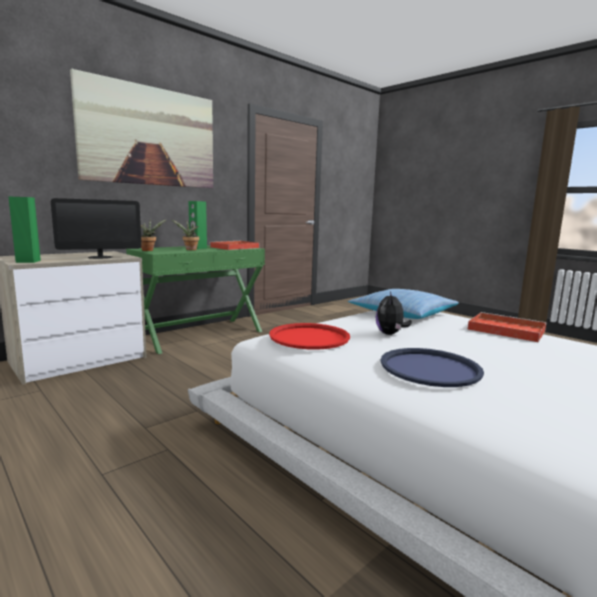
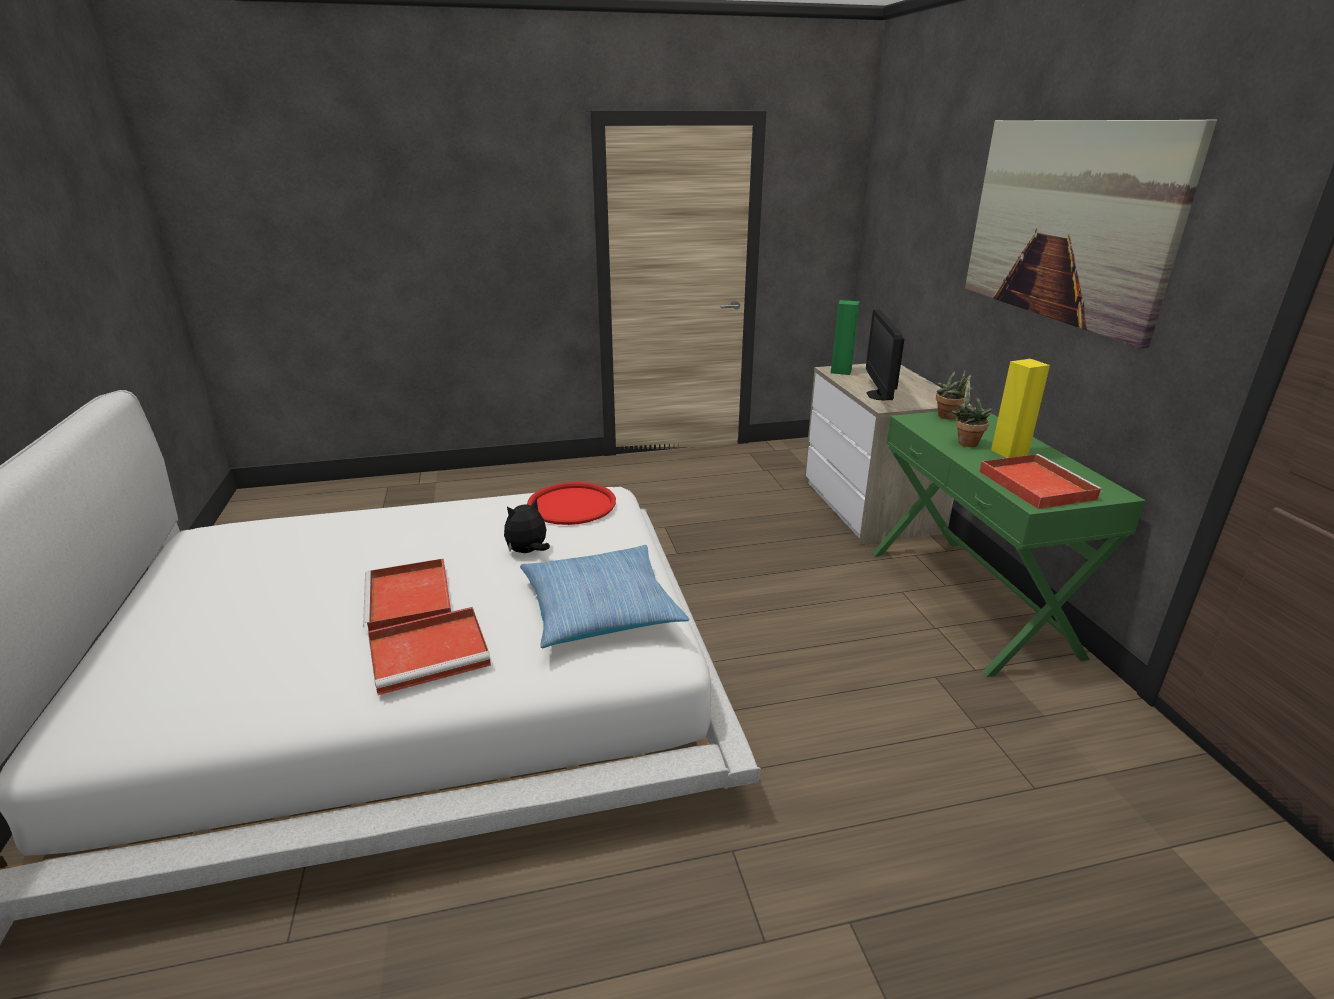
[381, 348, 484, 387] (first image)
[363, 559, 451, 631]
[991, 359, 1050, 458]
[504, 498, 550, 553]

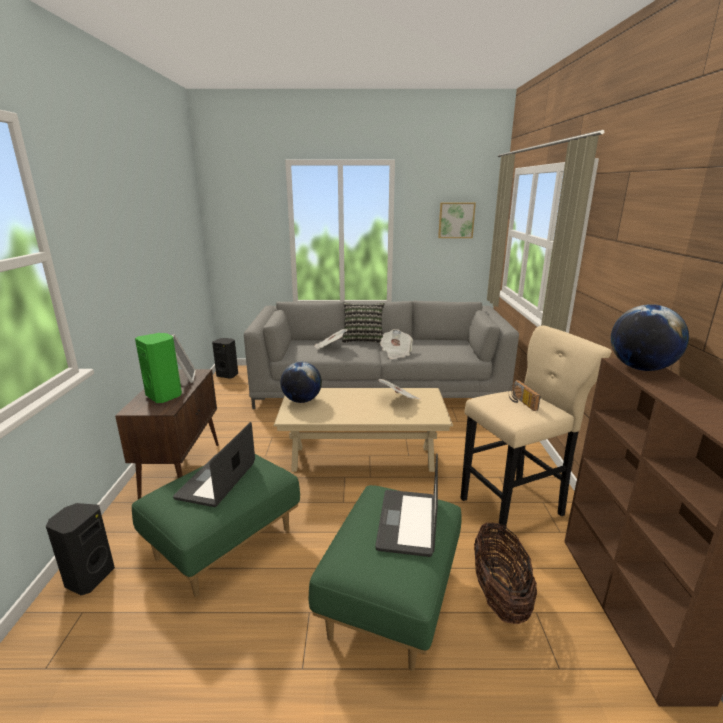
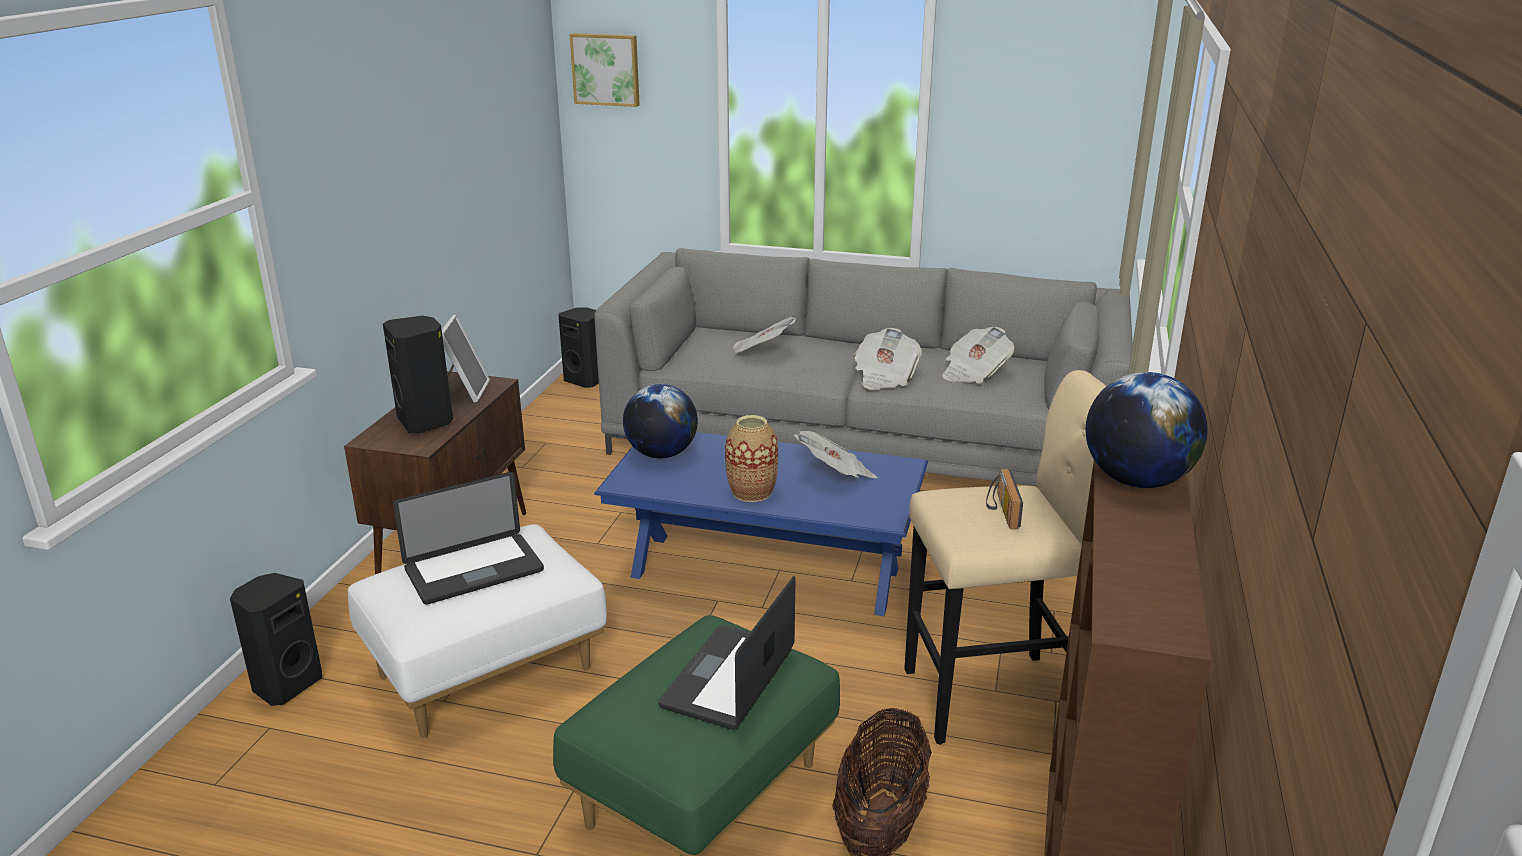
[342, 303, 385, 343] (first image)
[725, 415, 778, 502]
[942, 327, 1014, 383]
[569, 33, 640, 107]
[348, 524, 607, 738]
[383, 316, 453, 434]
[594, 432, 928, 616]
[393, 472, 544, 604]

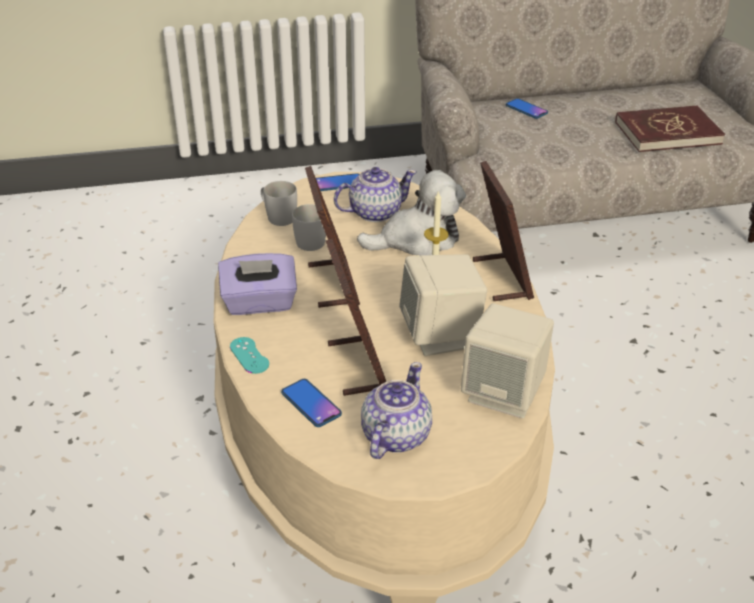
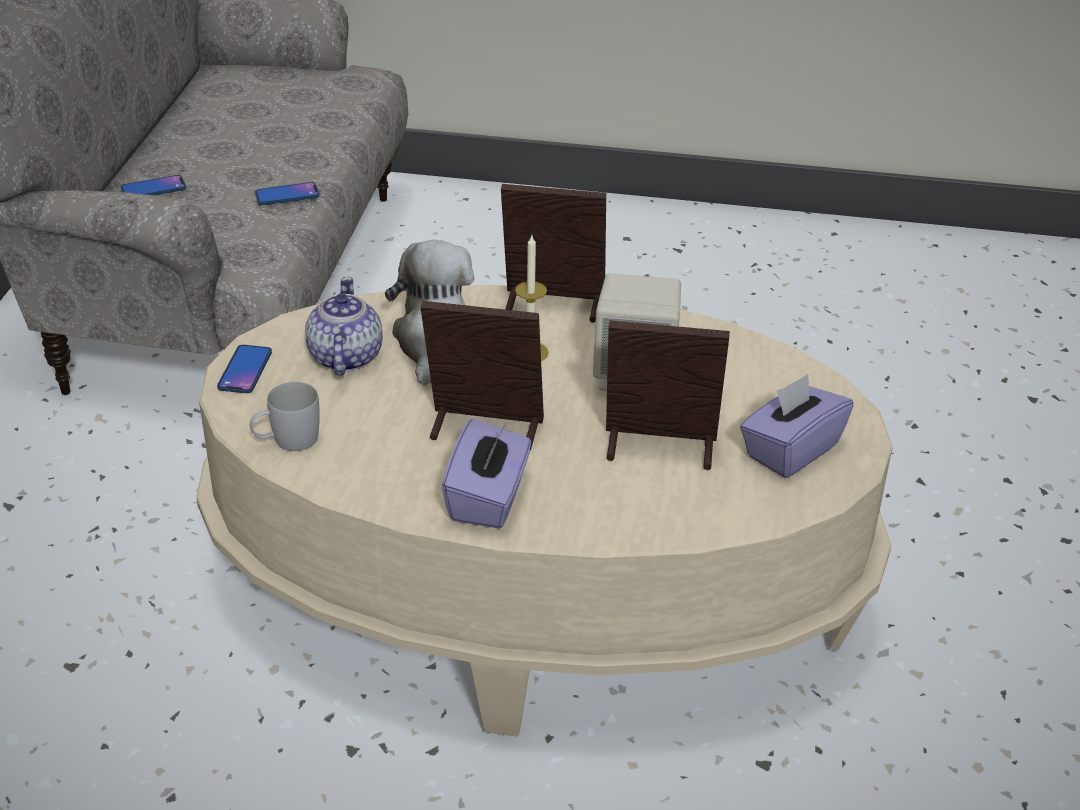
[230, 337, 269, 374] (first image)
[292, 204, 326, 251] (first image)
[461, 303, 554, 419] (first image)
[615, 105, 725, 152] (first image)
[255, 182, 320, 205]
[740, 374, 854, 478]

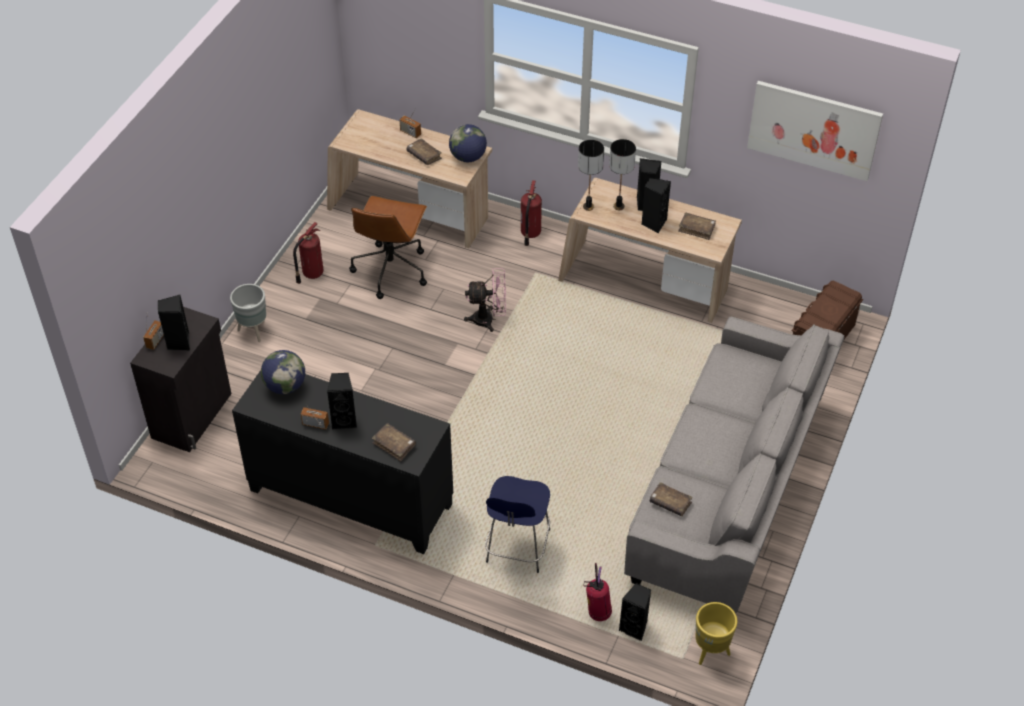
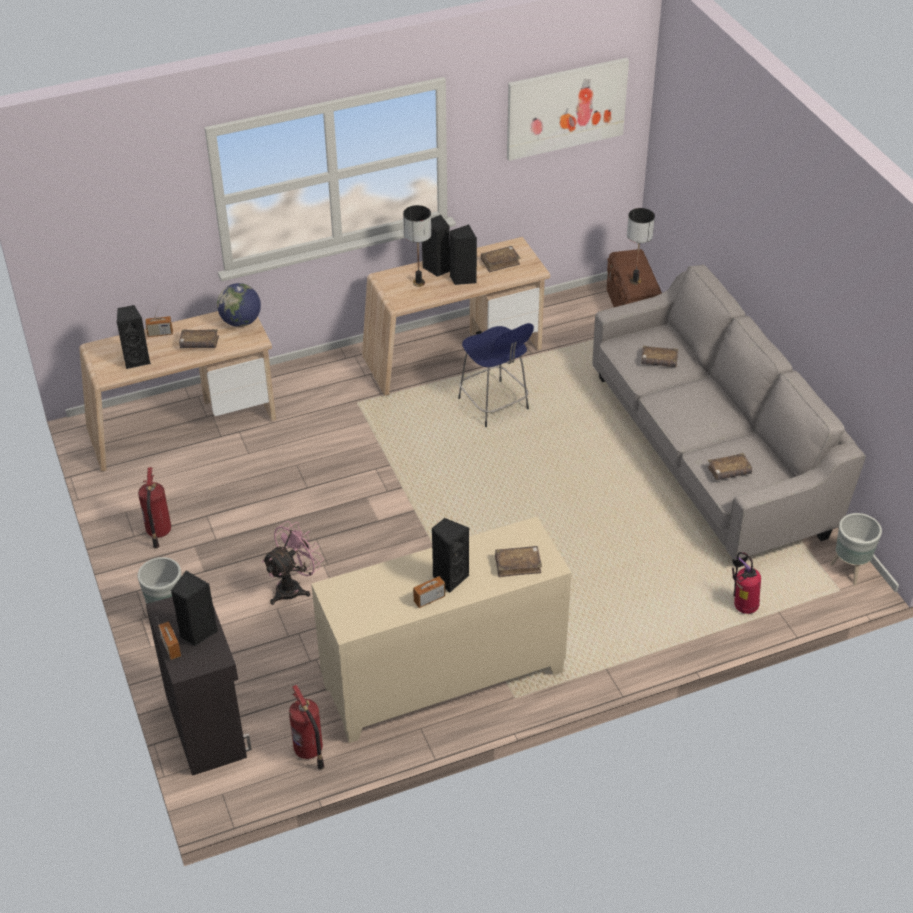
[261, 350, 305, 394] (first image)
[349, 196, 427, 299] (first image)
[641, 346, 678, 367]
[262, 521, 324, 605]
[458, 323, 534, 427]
[289, 685, 324, 770]
[627, 208, 655, 285]
[117, 305, 151, 369]
[311, 517, 572, 743]
[830, 513, 882, 585]

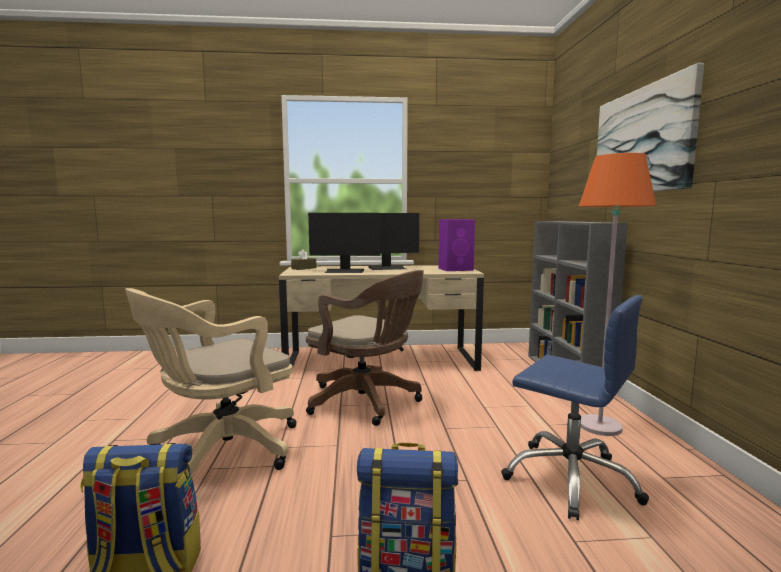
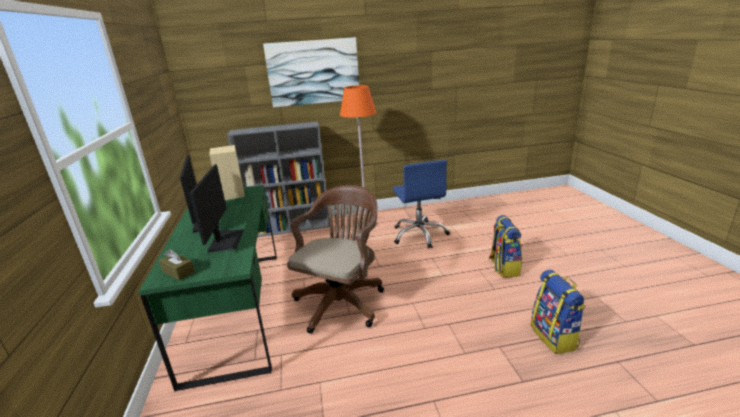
[125, 288, 296, 474] (first image)
[139, 185, 277, 392]
[209, 145, 245, 200]
[393, 160, 450, 249]

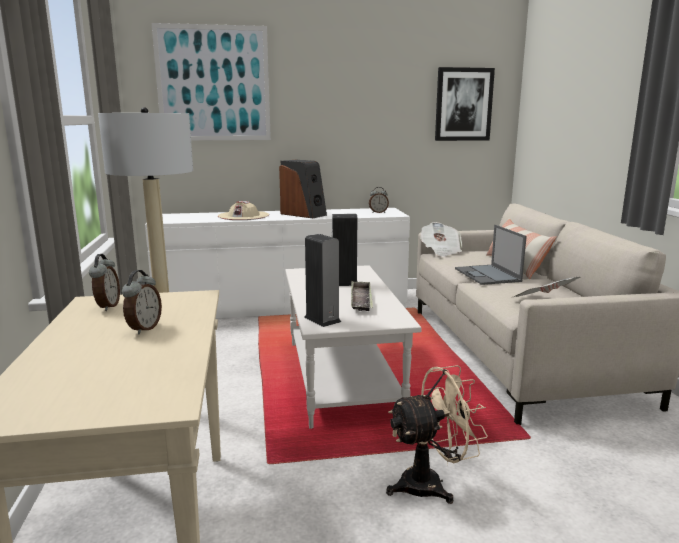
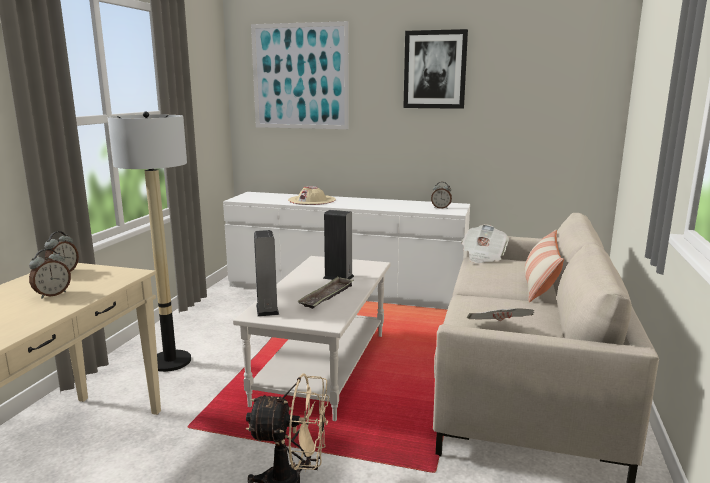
[279, 160, 327, 218] (first image)
[455, 225, 527, 285] (first image)
[403, 29, 468, 109]

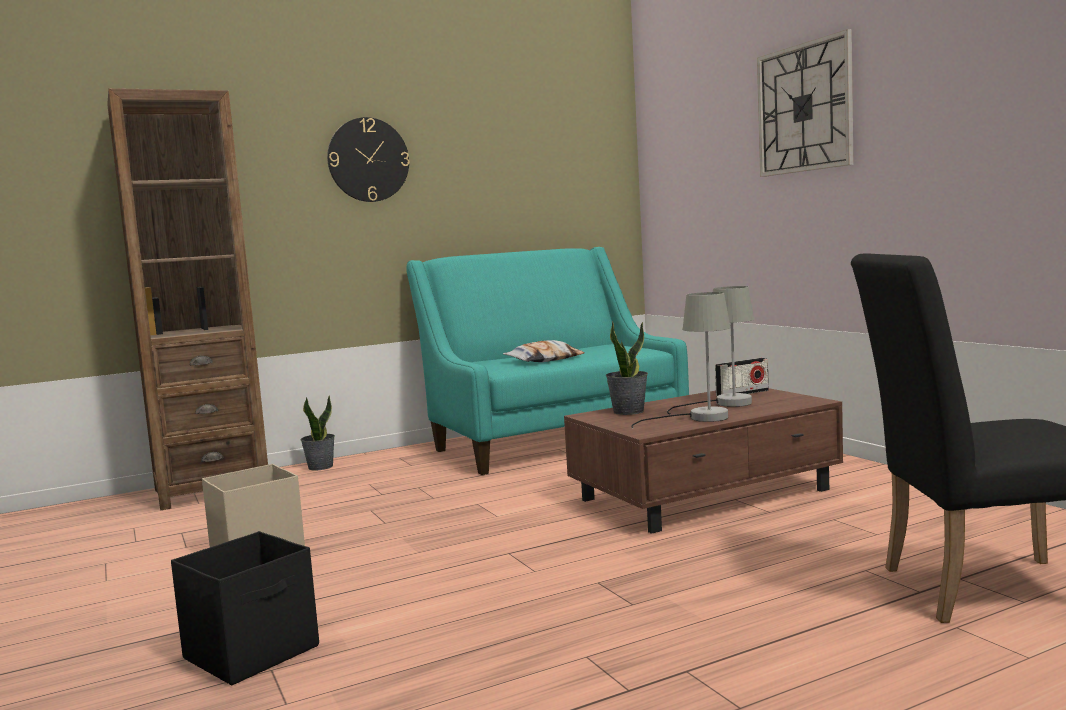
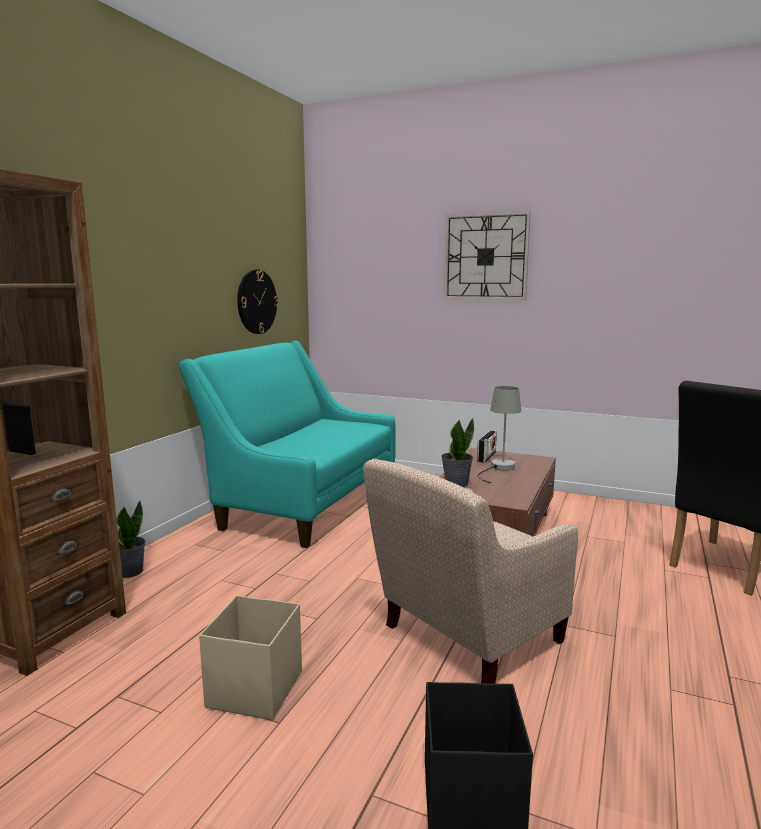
[503, 340, 585, 362] (first image)
[631, 292, 730, 428] (first image)
[363, 459, 578, 684]
[237, 269, 279, 334]

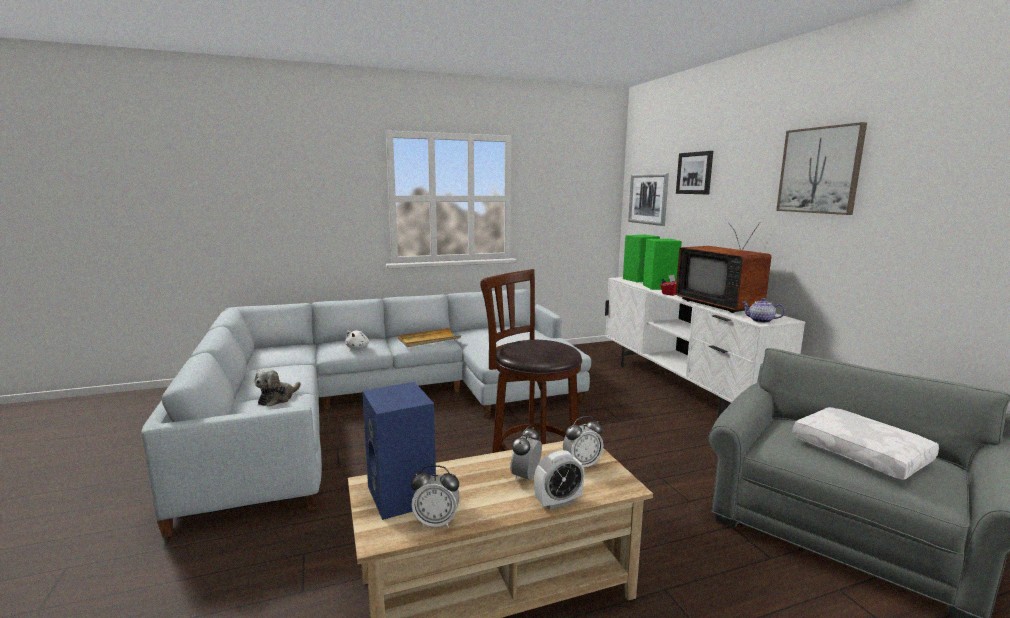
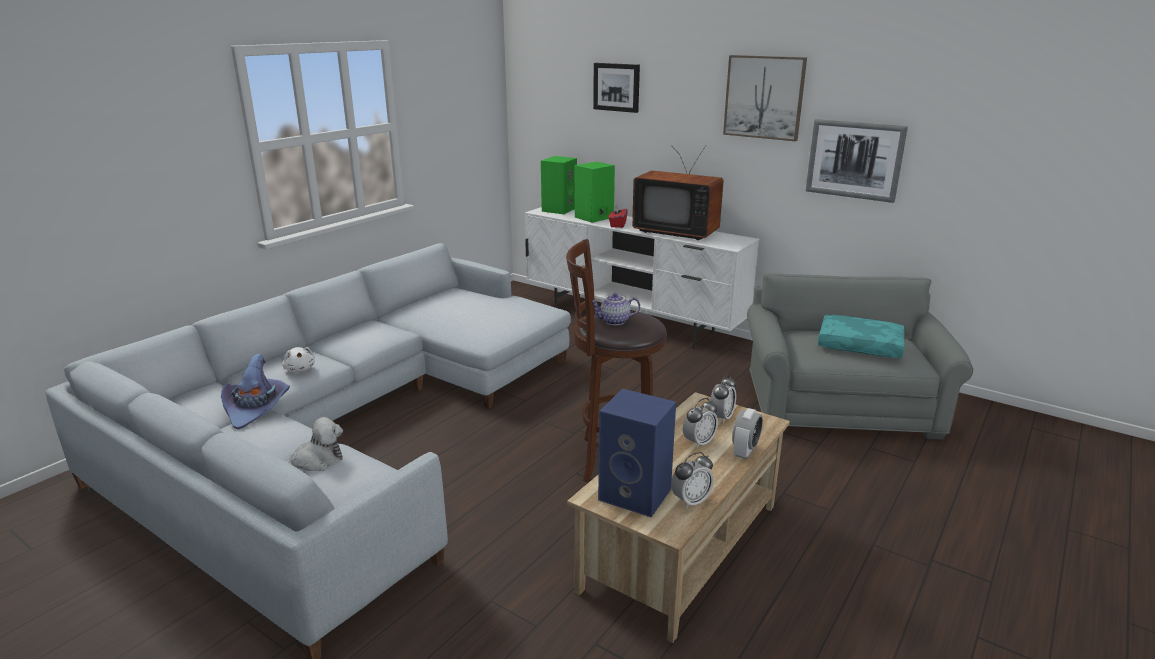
[398, 328, 461, 347] (first image)
[221, 354, 290, 429]
[806, 119, 908, 203]
[593, 293, 640, 325]
[818, 315, 905, 358]
[286, 417, 343, 471]
[683, 398, 718, 449]

